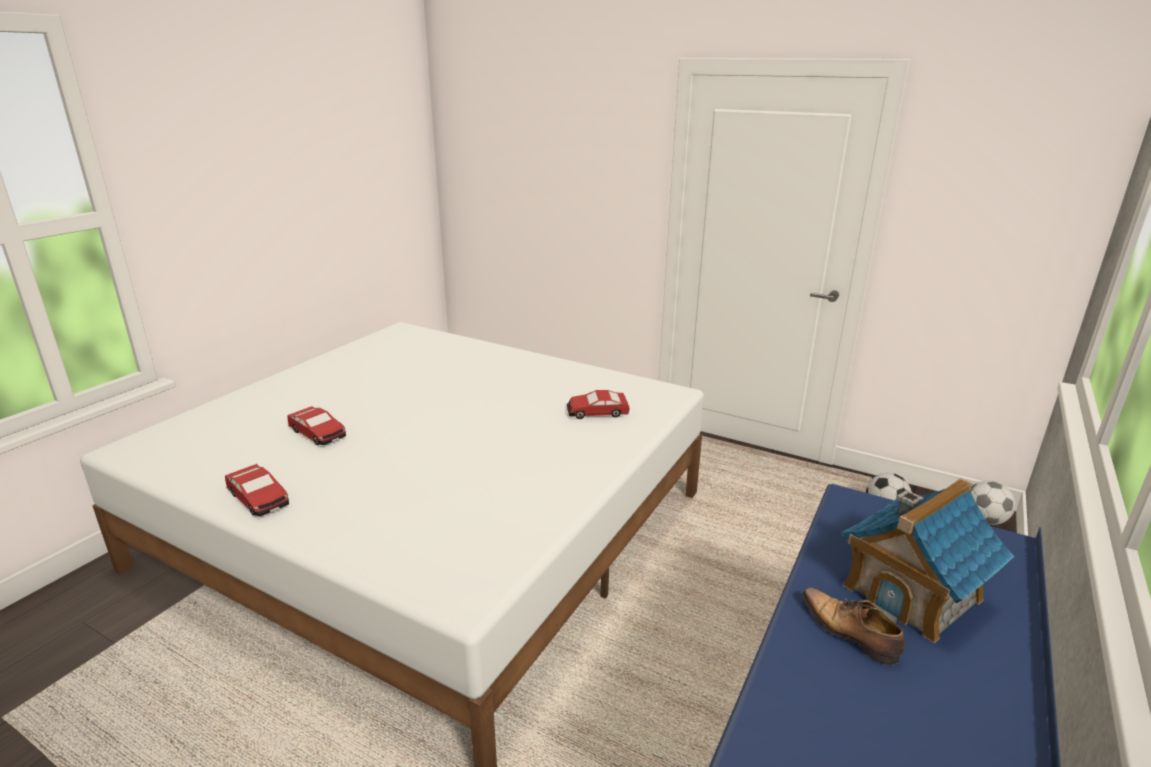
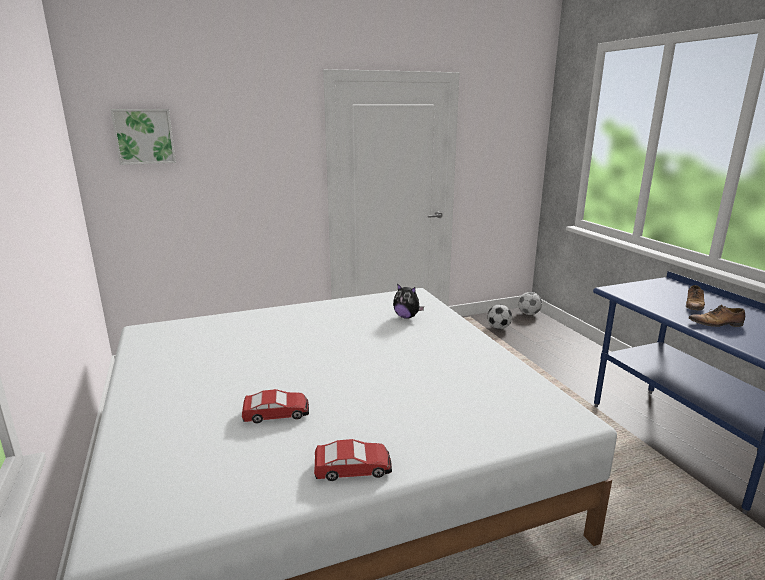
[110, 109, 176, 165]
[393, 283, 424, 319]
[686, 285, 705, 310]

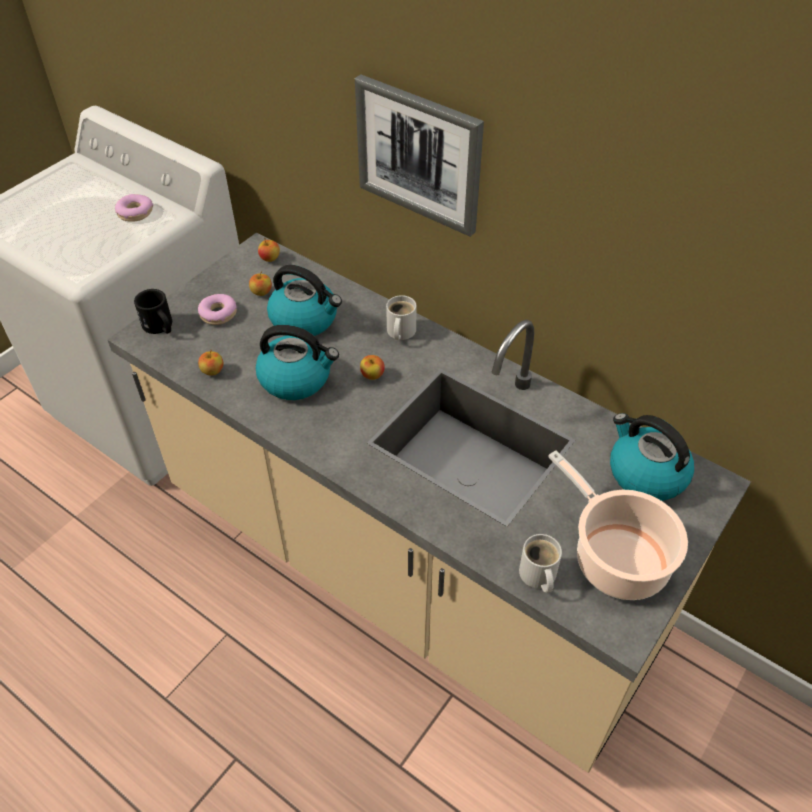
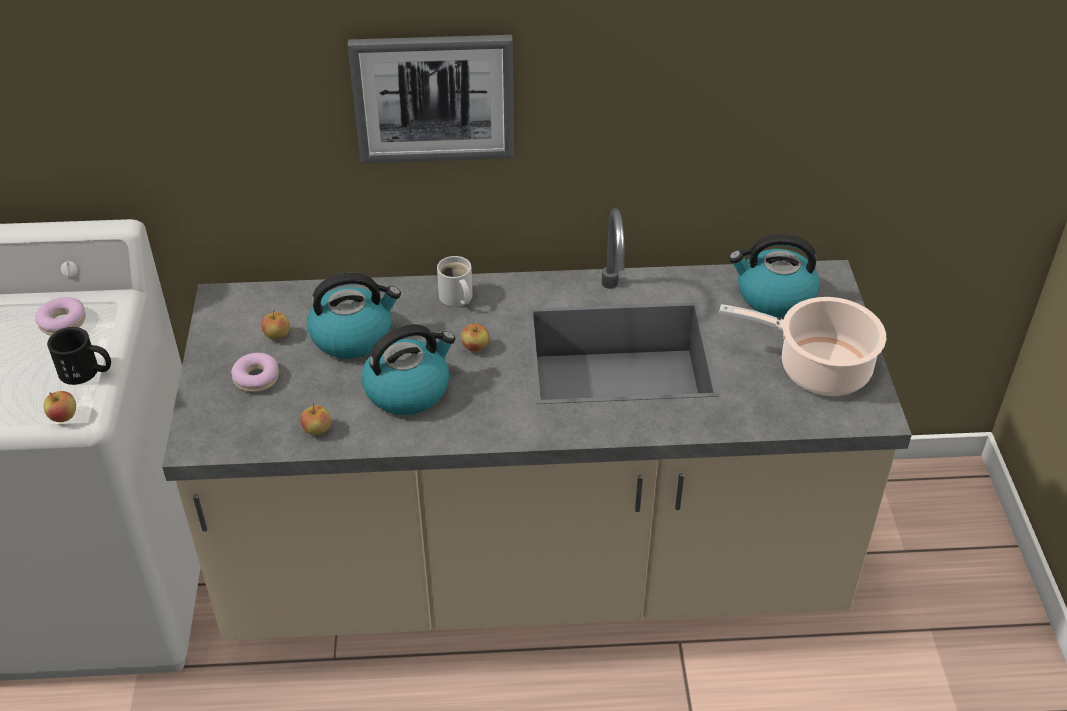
[519, 534, 562, 593] (first image)
[47, 327, 111, 385]
[44, 391, 76, 422]

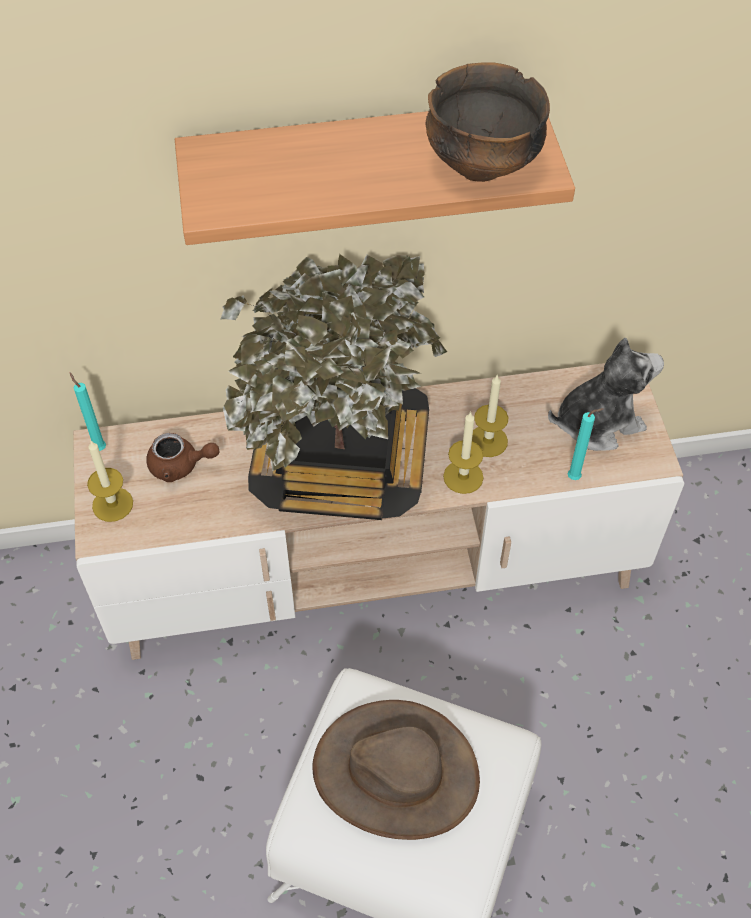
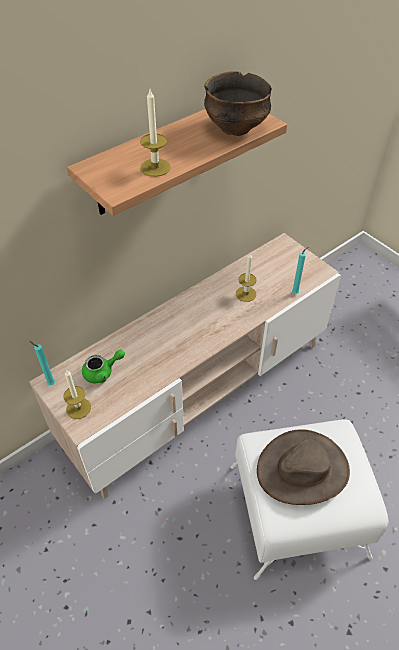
[221, 254, 447, 520] (first image)
[548, 338, 664, 451] (first image)
[140, 89, 171, 177]
[82, 350, 125, 383]

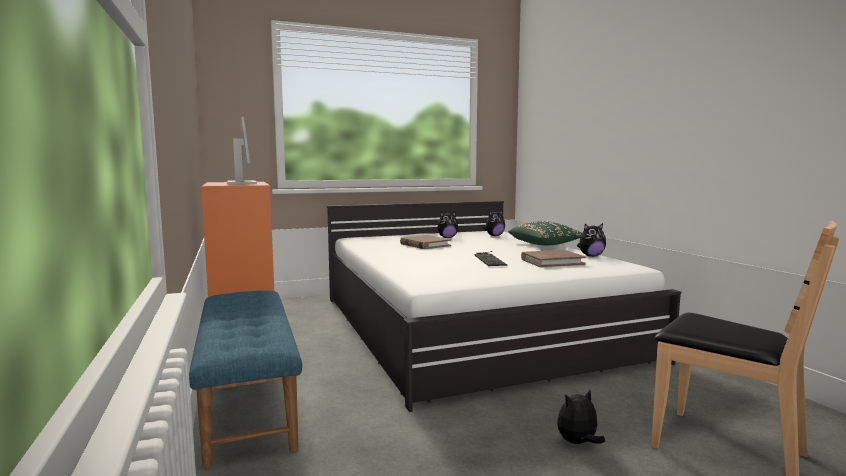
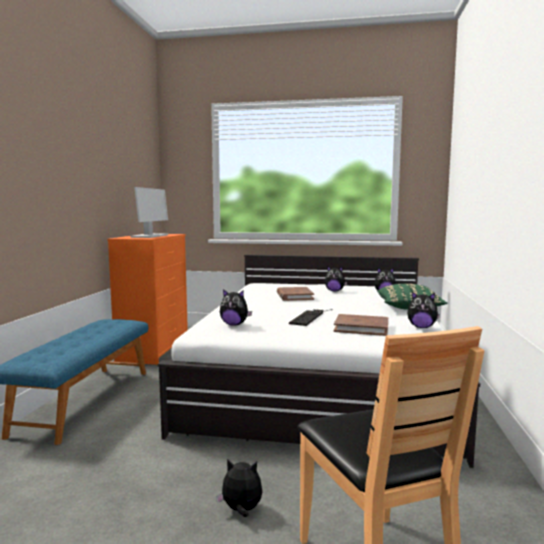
[220, 289, 252, 326]

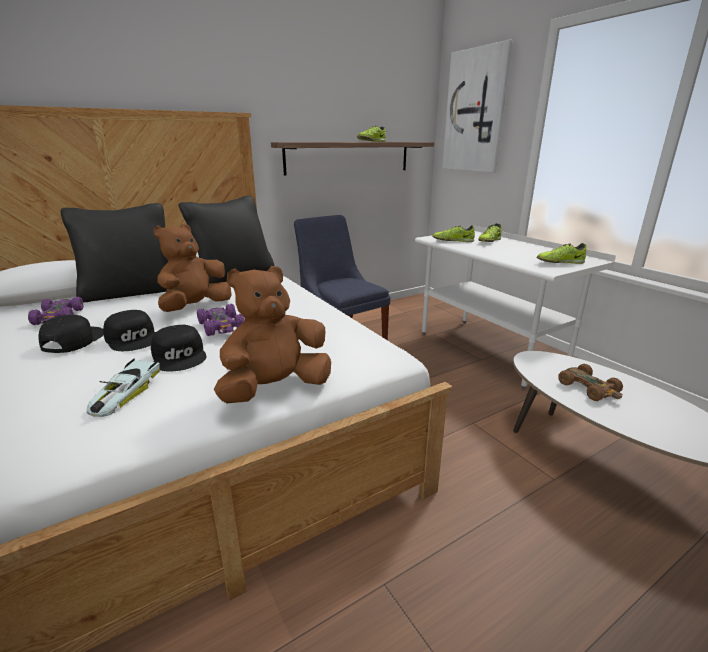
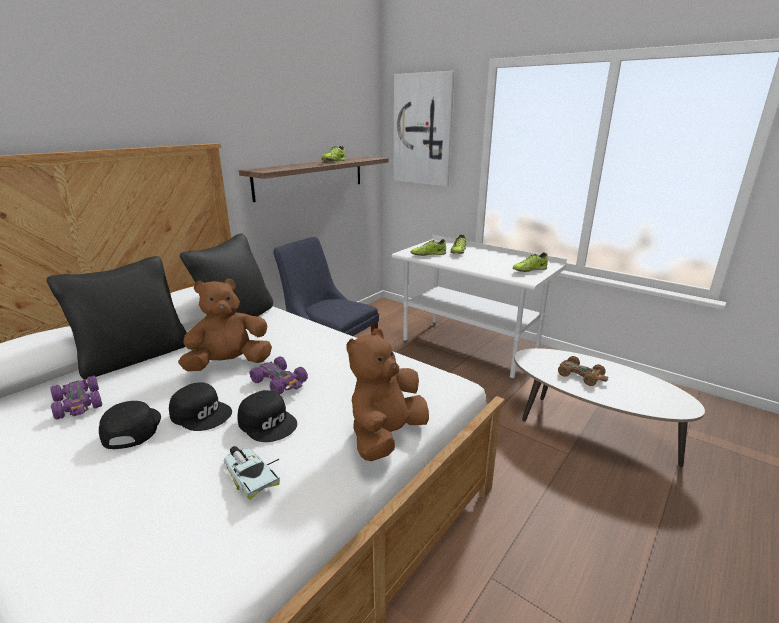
[224, 446, 280, 500]
[178, 279, 272, 371]

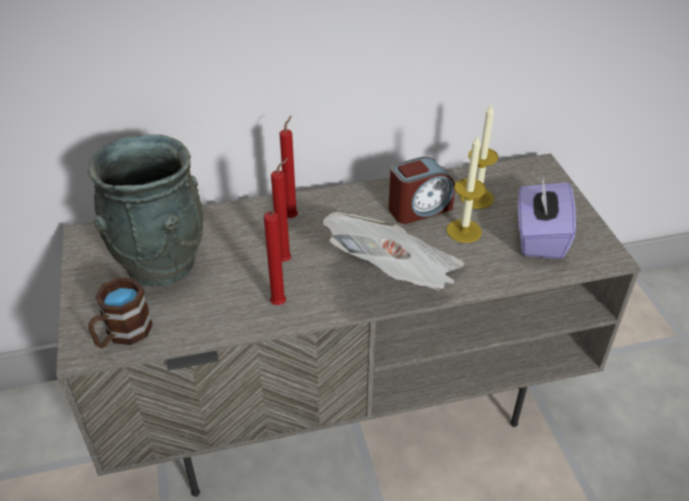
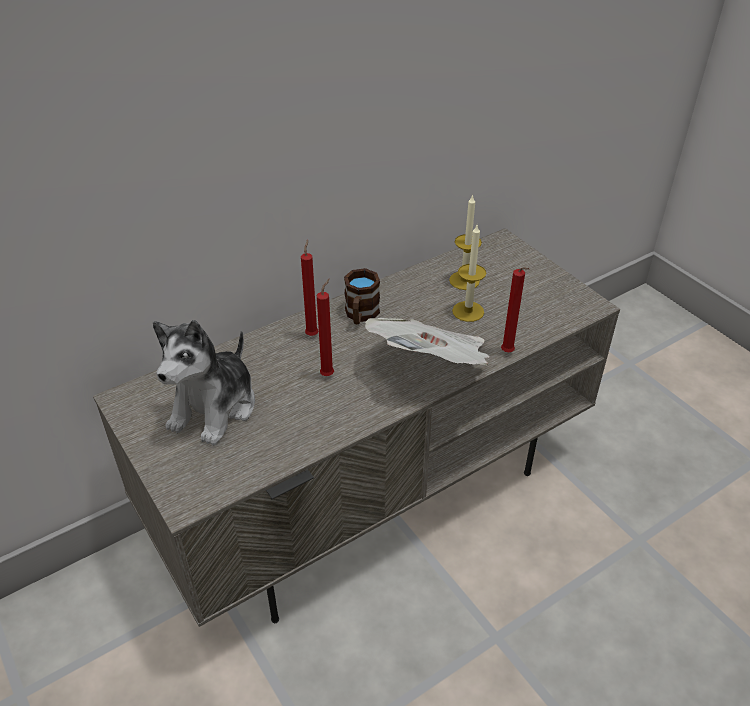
[388, 157, 455, 224] (first image)
[518, 179, 576, 259] (first image)
[344, 268, 380, 324]
[501, 267, 530, 352]
[153, 320, 255, 446]

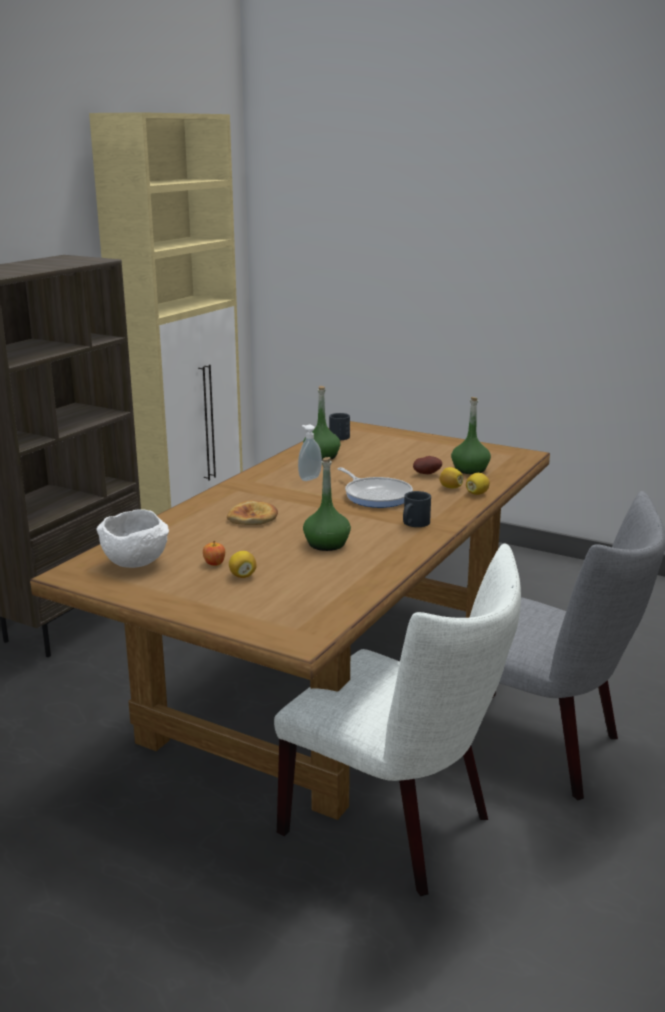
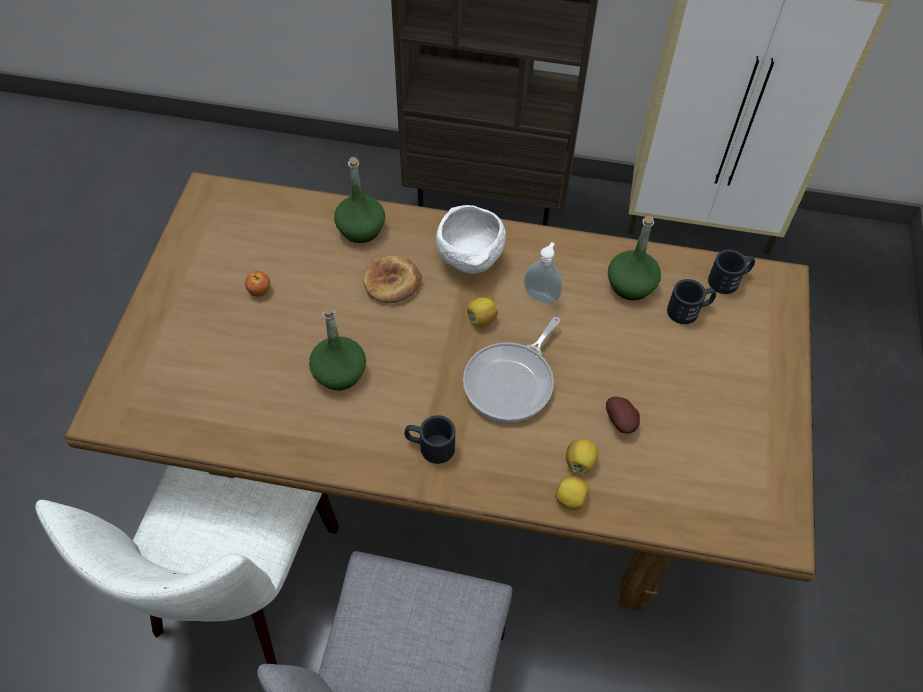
[667, 279, 716, 324]
[436, 205, 506, 274]
[467, 297, 498, 326]
[334, 157, 385, 243]

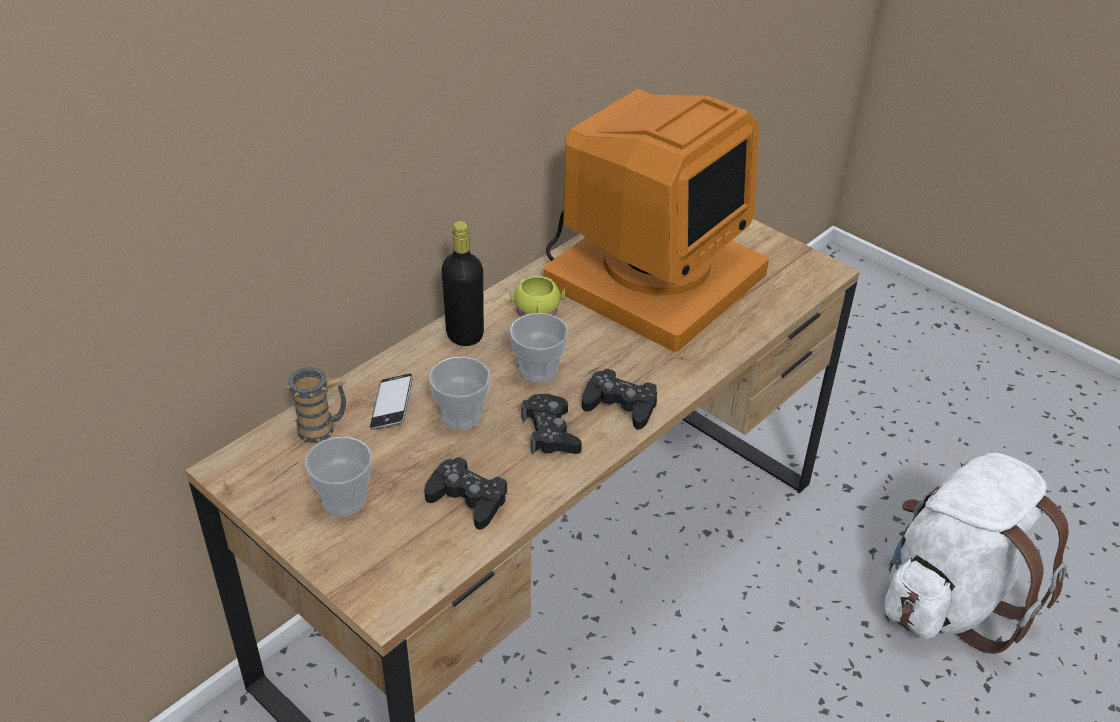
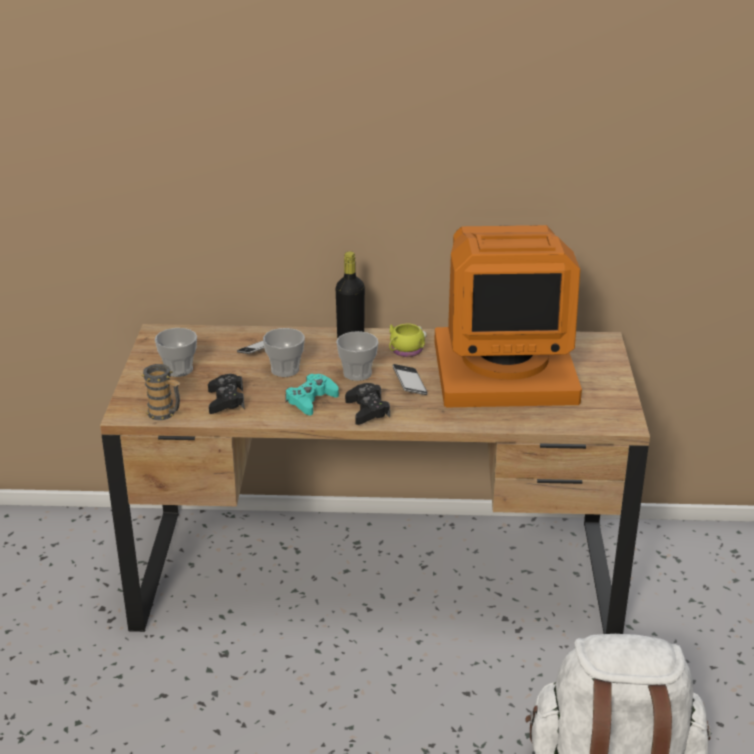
[393, 364, 428, 395]
[141, 364, 180, 420]
[285, 374, 339, 415]

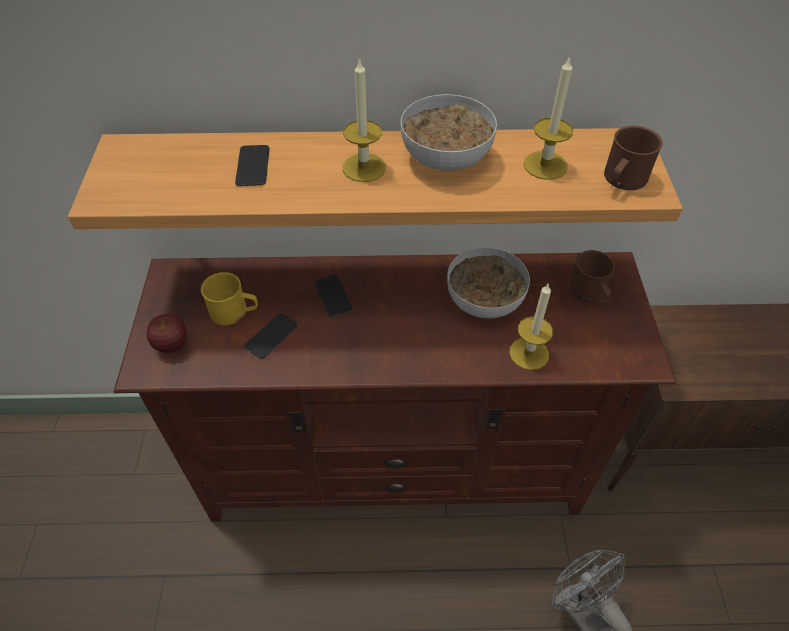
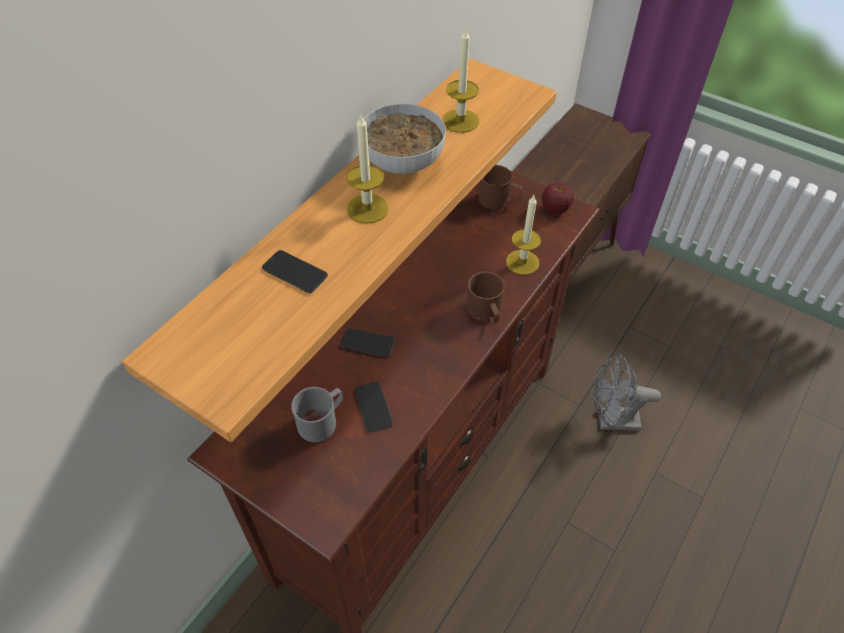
[447, 247, 530, 318] (first image)
[542, 183, 574, 214]
[467, 271, 505, 323]
[291, 387, 343, 442]

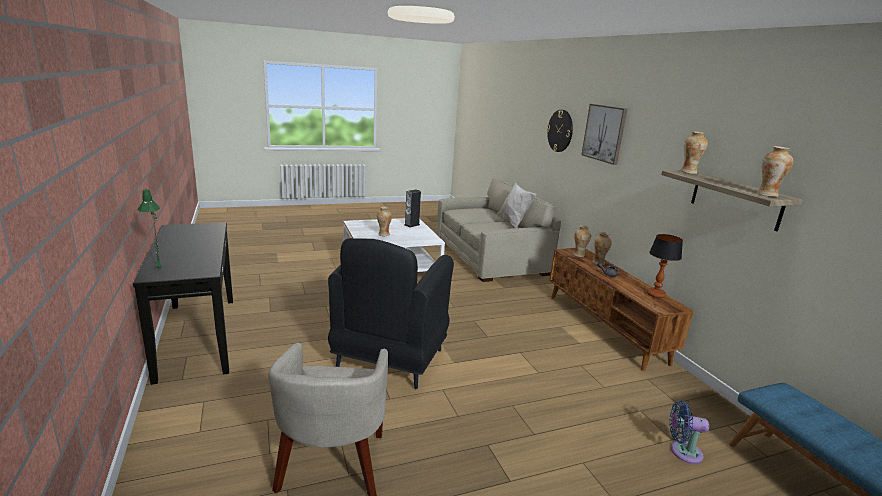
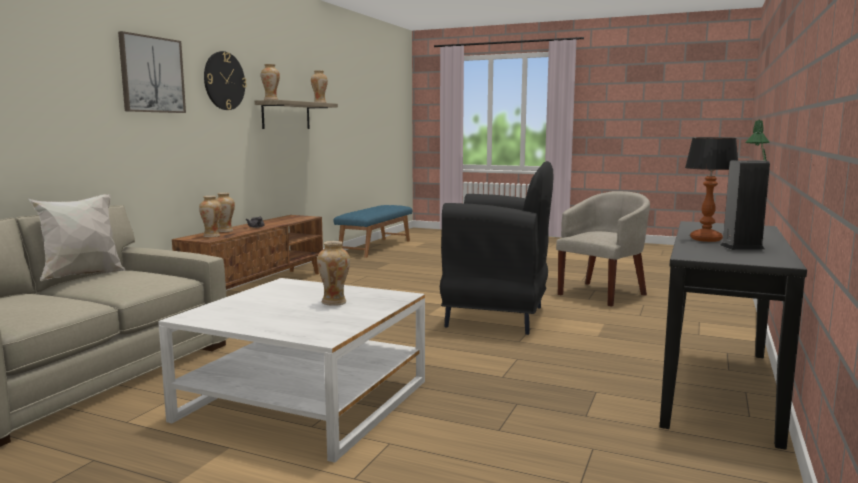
[670, 401, 709, 464] (first image)
[720, 160, 770, 250]
[204, 51, 247, 110]
[685, 138, 738, 242]
[440, 161, 553, 335]

